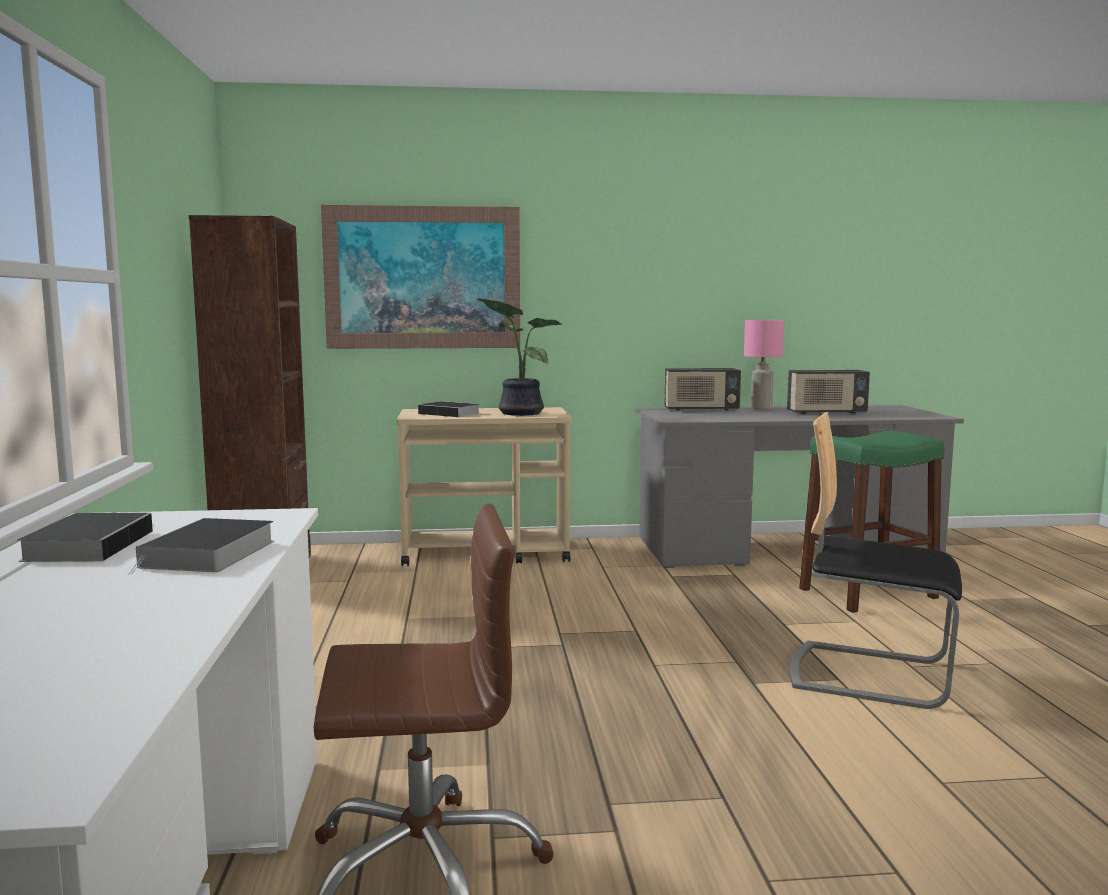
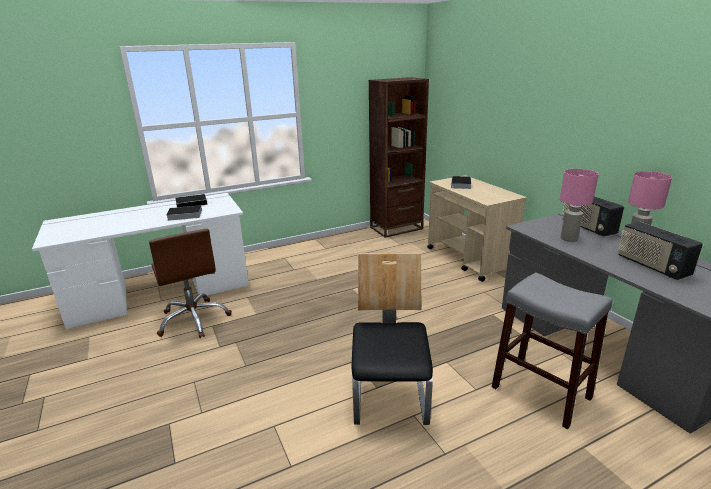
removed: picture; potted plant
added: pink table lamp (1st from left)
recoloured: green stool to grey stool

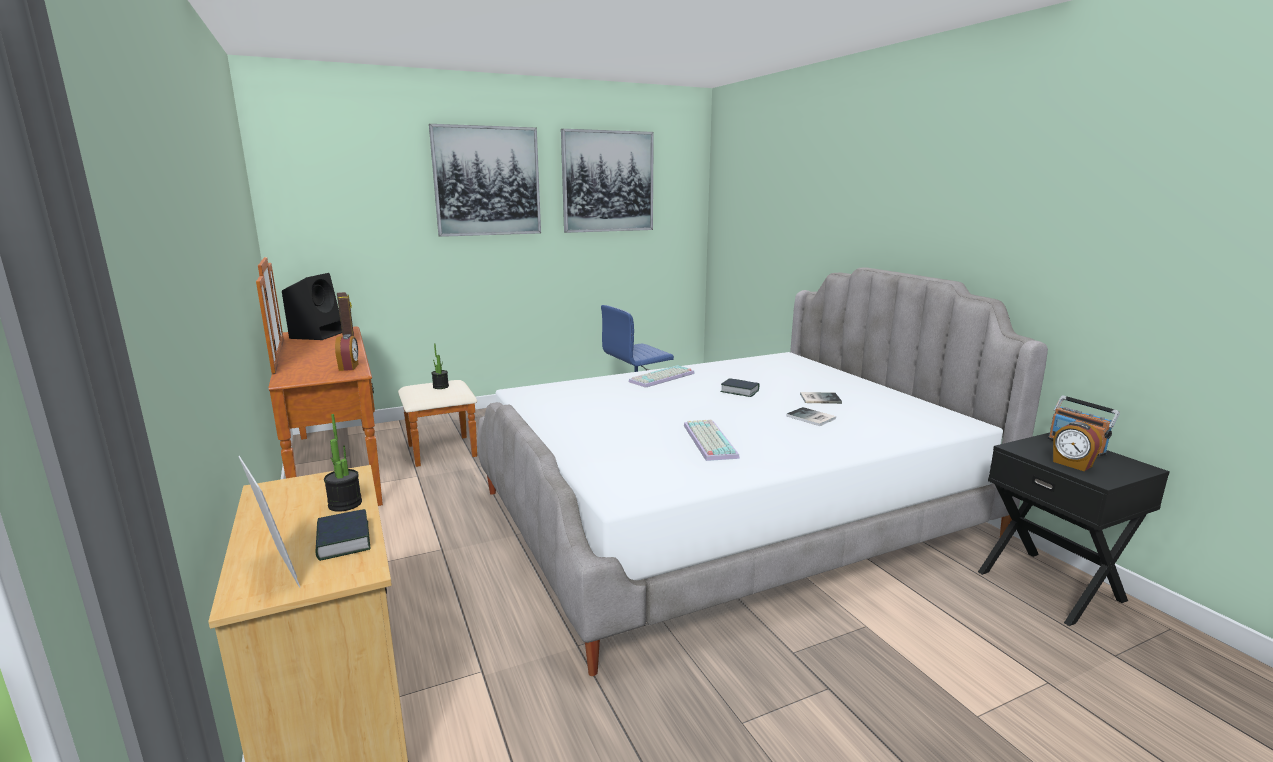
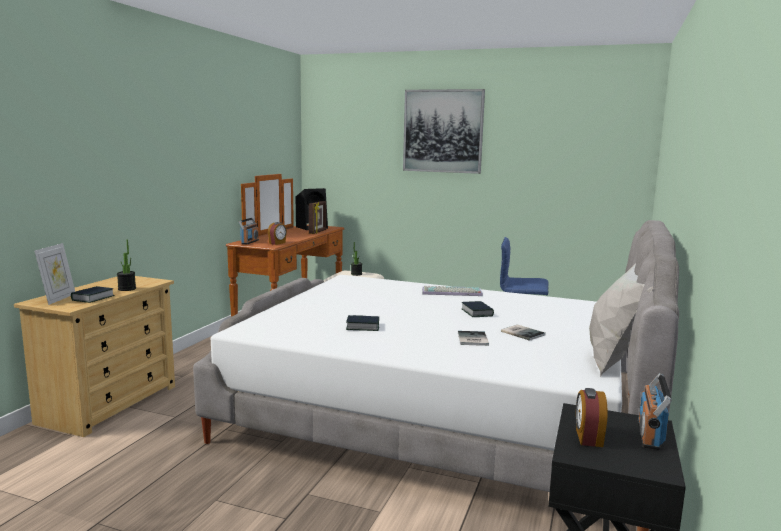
removed: picture (2nd from left)
added: radio (1st from left); white pillow
replaced: keyboard (2nd from left) to book (2nd from left)

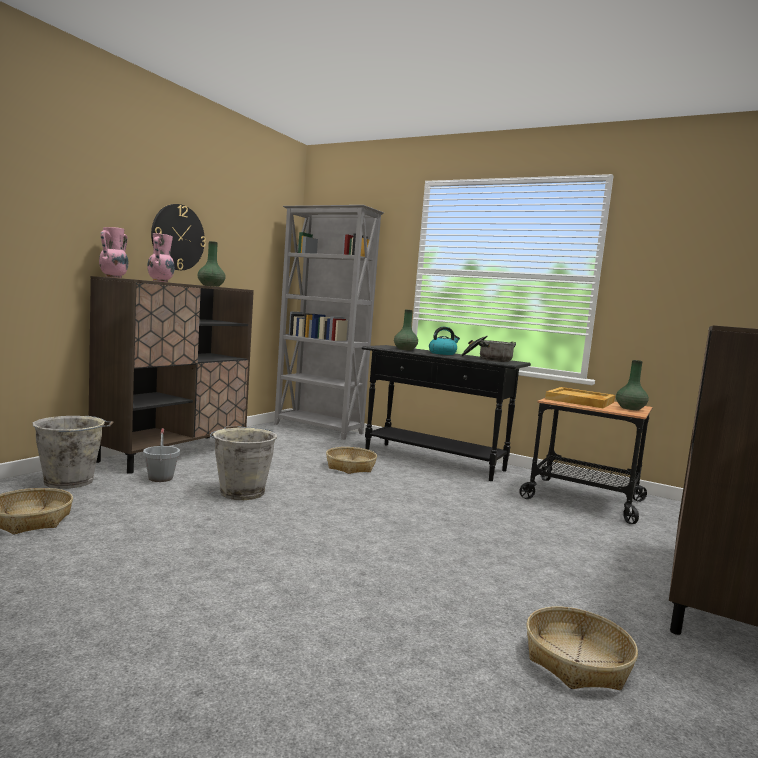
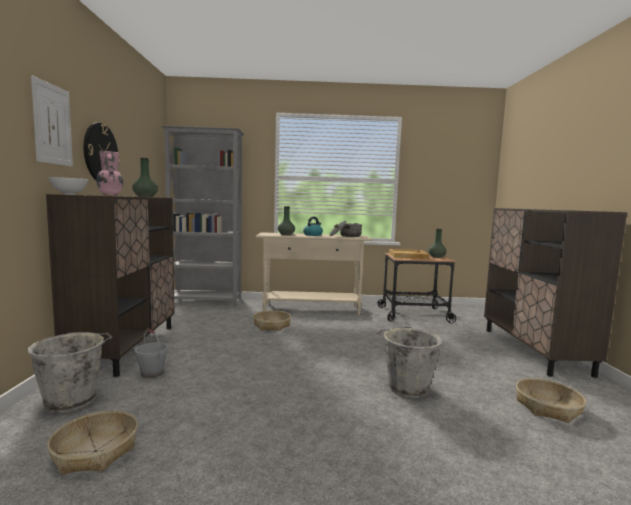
added: picture
moved: grey bucket (3rd from left)
replaced: pink vase (1st from left) to white bowl
recoloured: black console table to beige console table

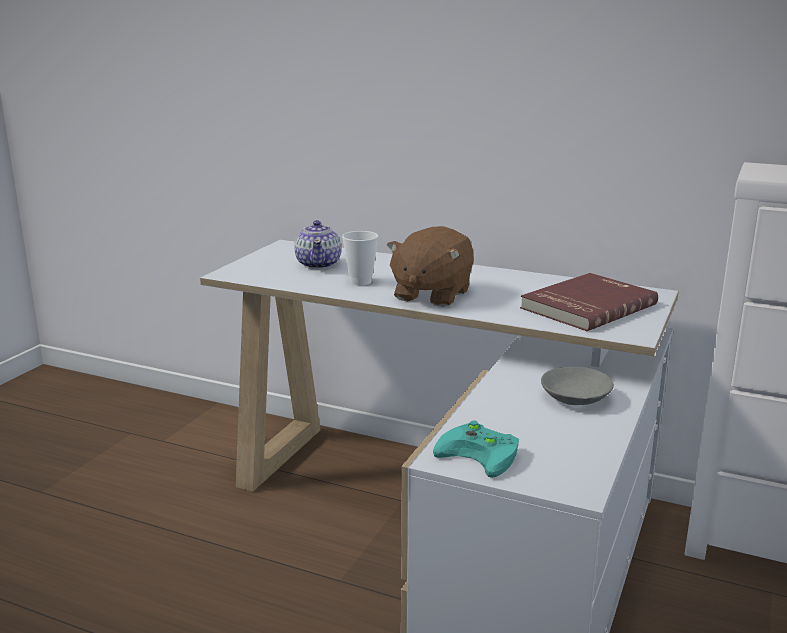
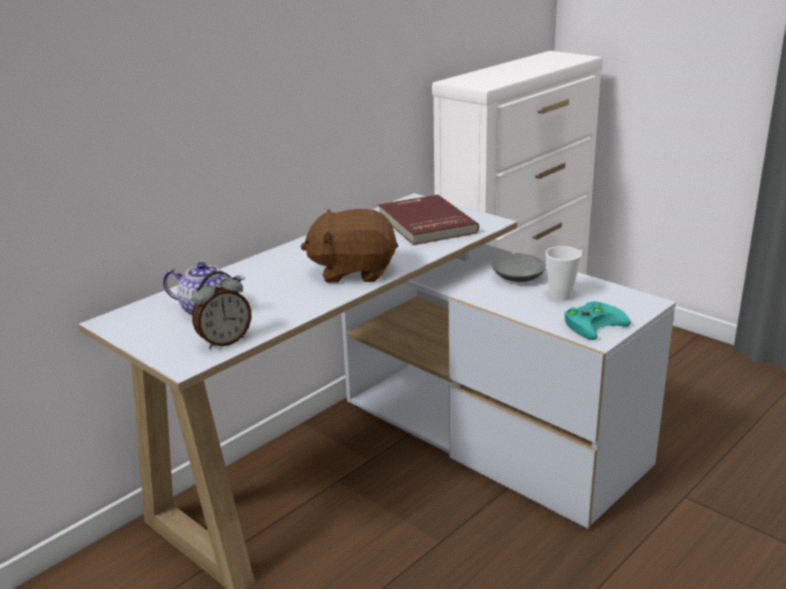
added: alarm clock
moved: cup
turned: brown plush toy 135 degrees clockwise

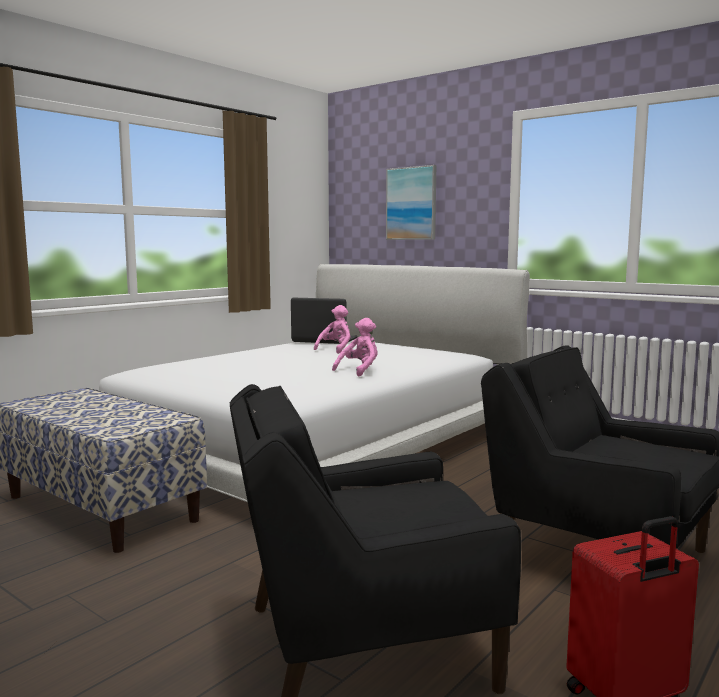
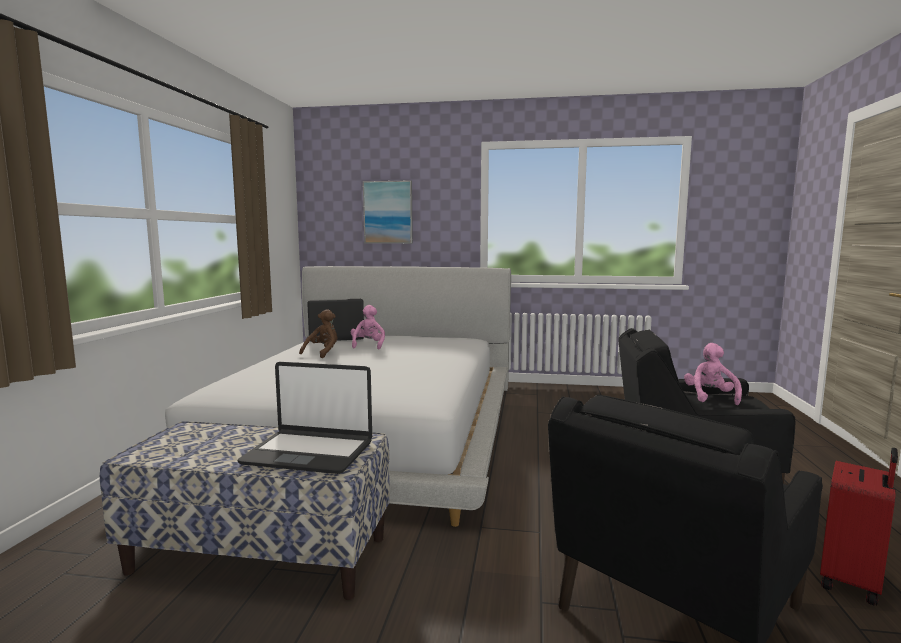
added: laptop (1st from left); brown plush toy
moved: pink plush toy (2nd from left)

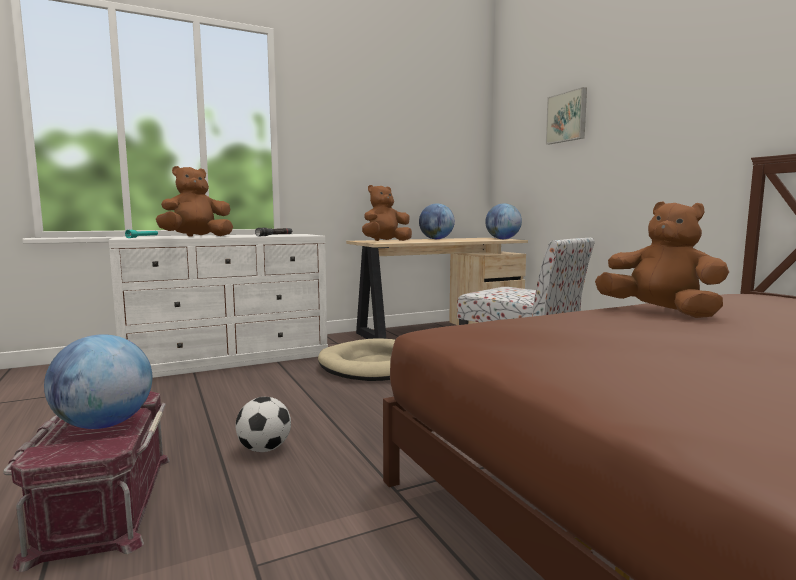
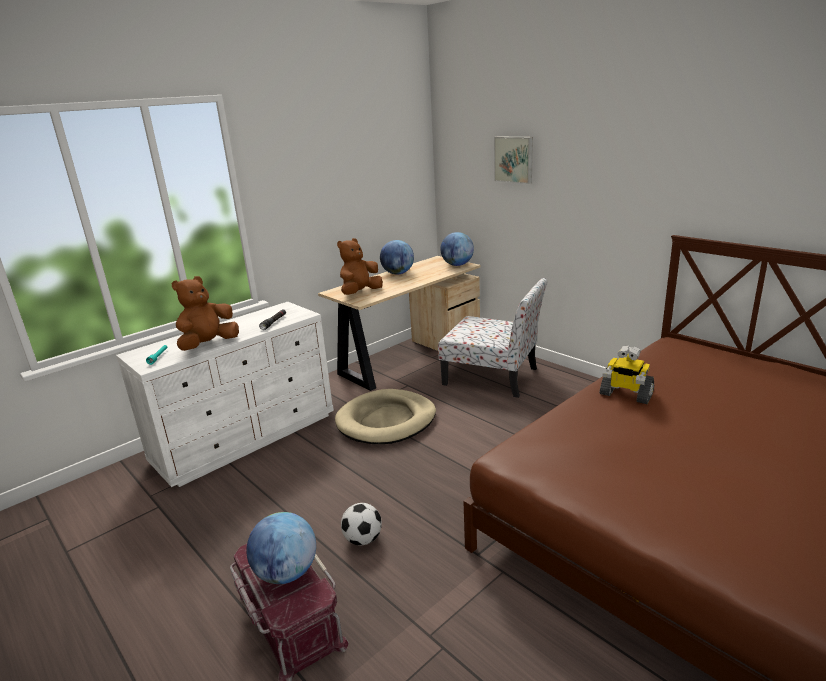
replaced: brown plush toy (3rd from left) to toy robot

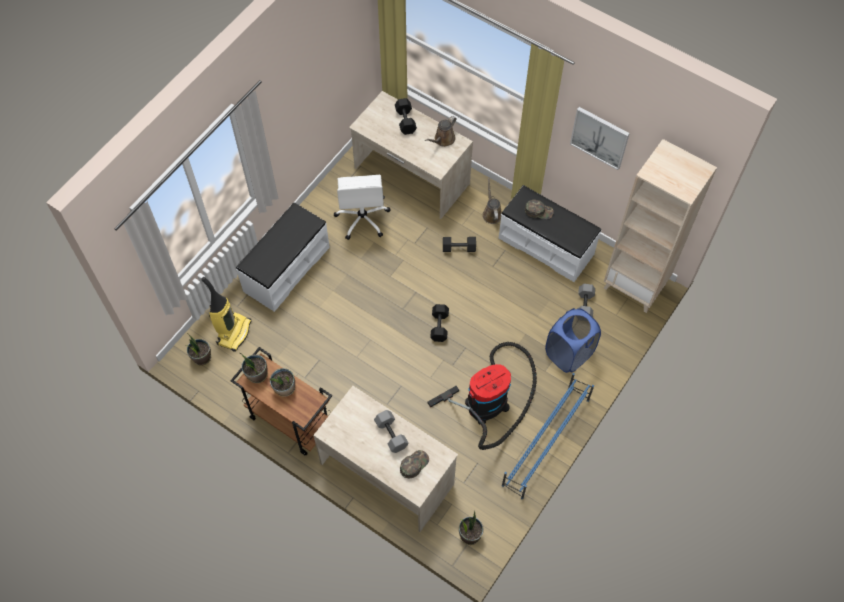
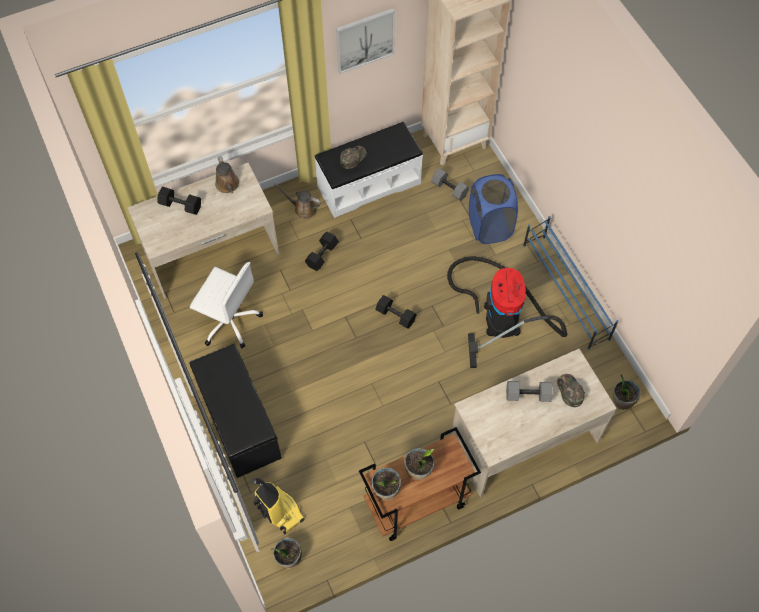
recoloured: white bench (1st from left) to black bench

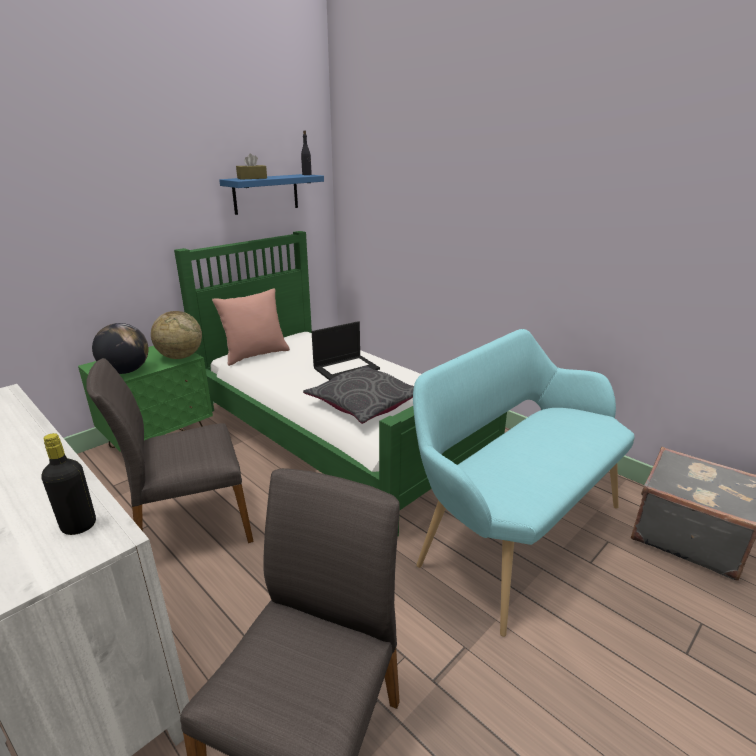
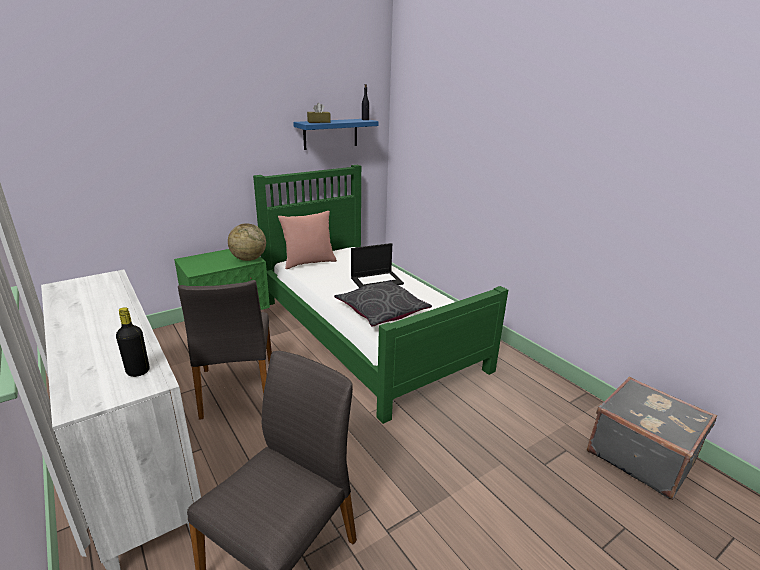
removed: globe (1st from left); turquoise bench
turned: grey chair (1st from left) 90 degrees counterclockwise

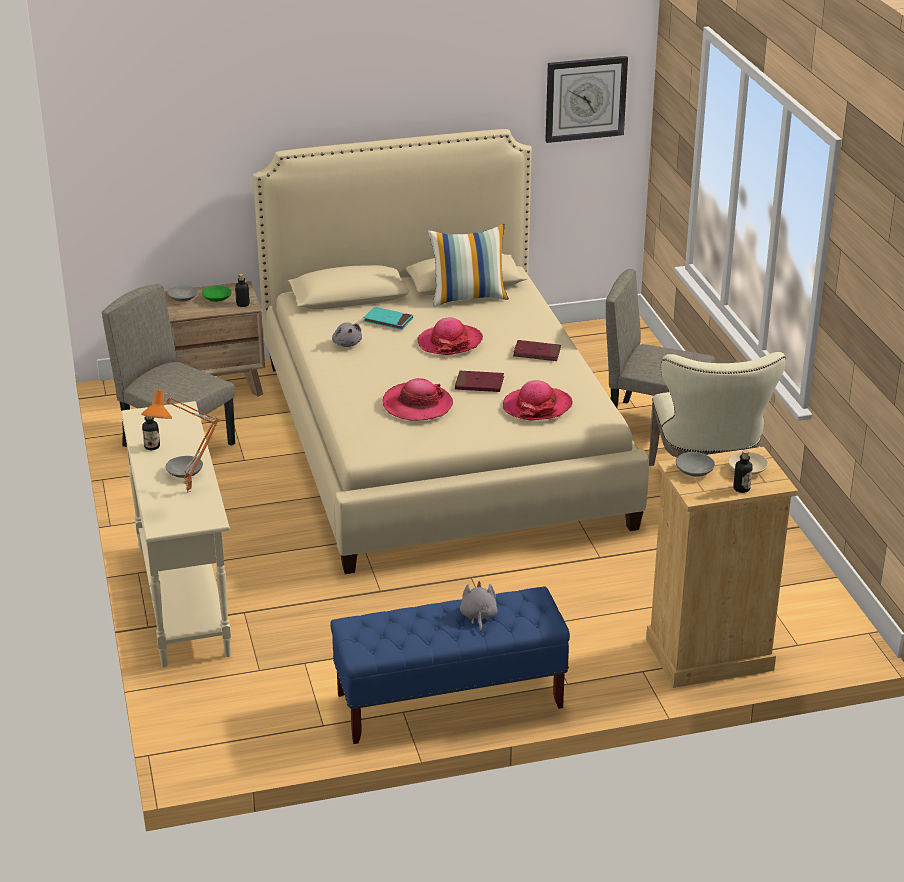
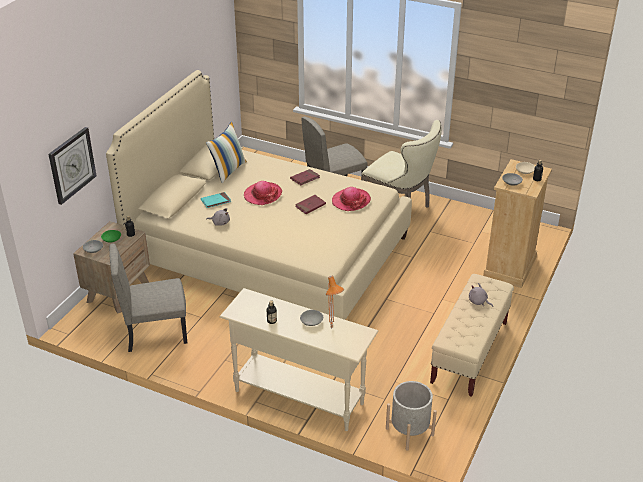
removed: hat (1st from left)
added: grey planter
moved: wall clock
recoloured: blue bench to beige bench

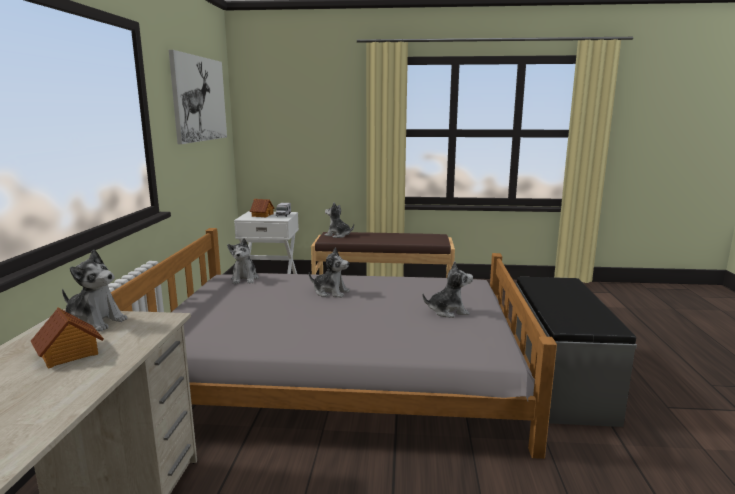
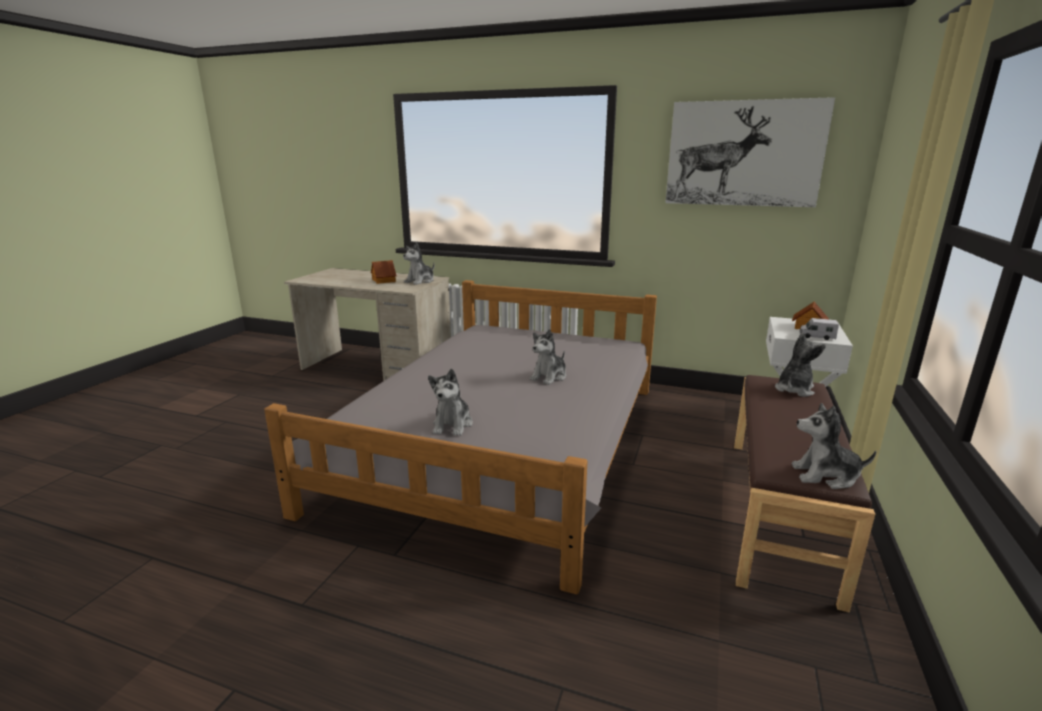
removed: grey bench
moved: plush toy (2nd from left in the first image) to plush toy (5th from left)

